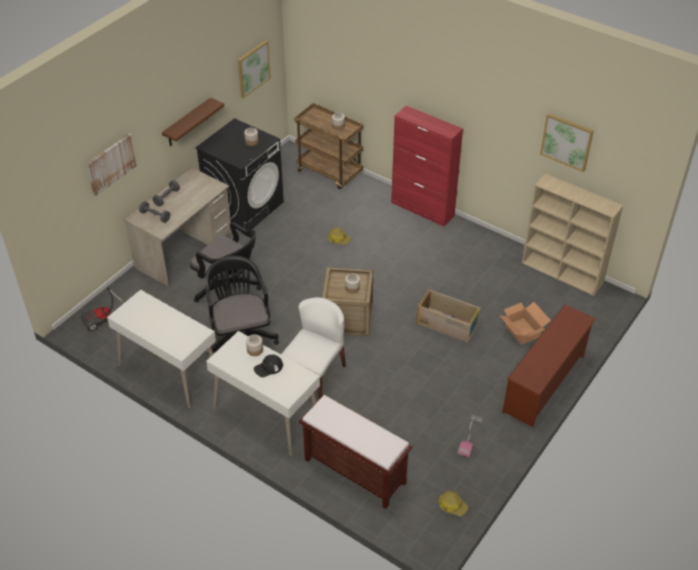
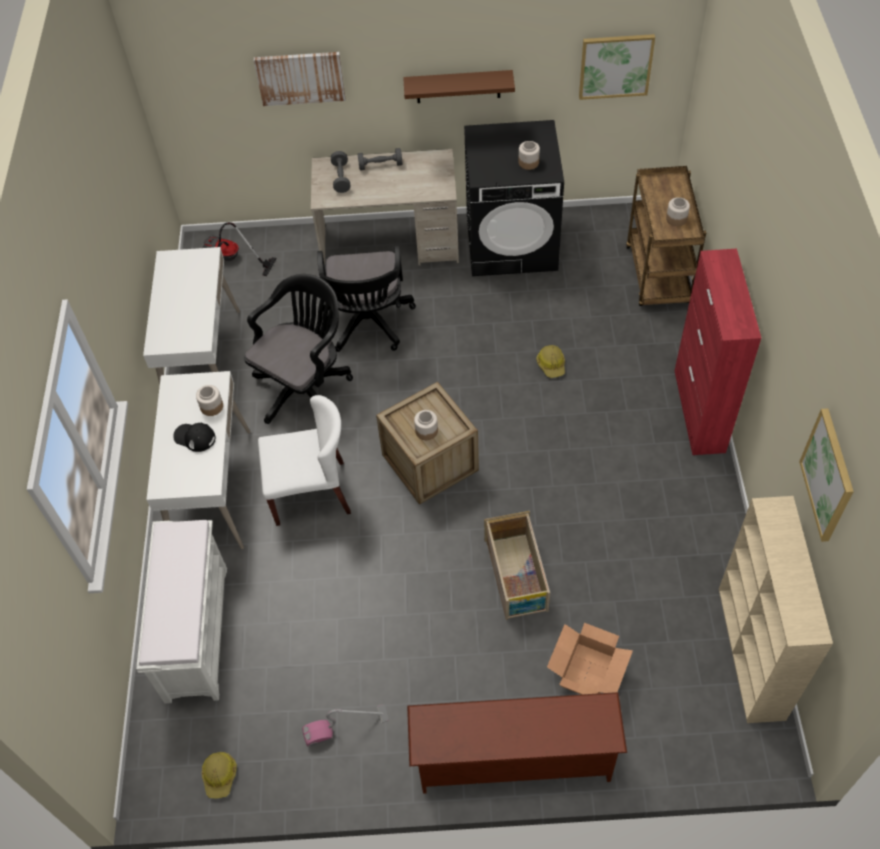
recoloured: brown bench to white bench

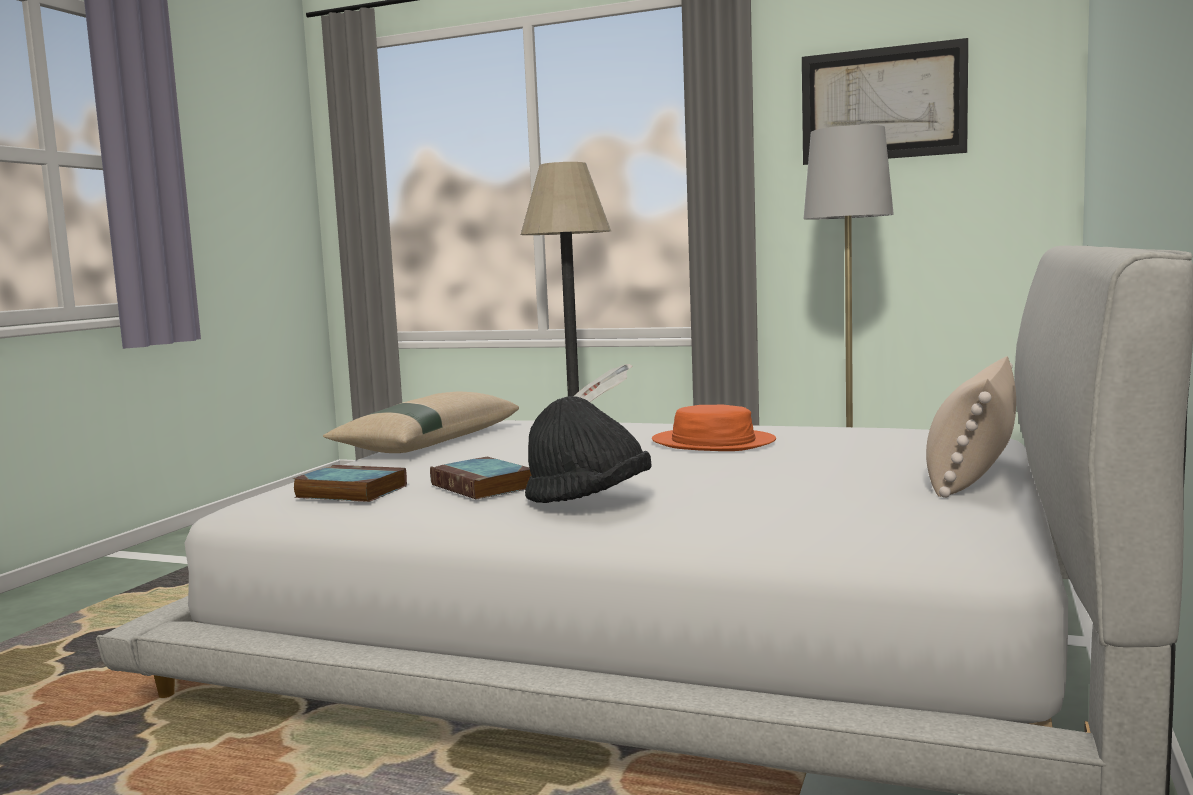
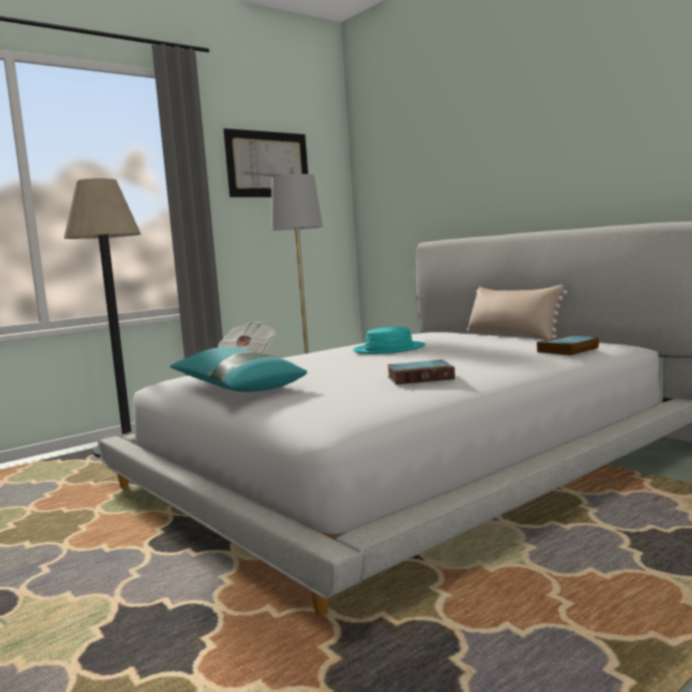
removed: black hat
moved: book (1st from left in the first image) to book (2nd from left)
recoloured: beige pillow (1st from left) to turquoise pillow; orange hat to turquoise hat

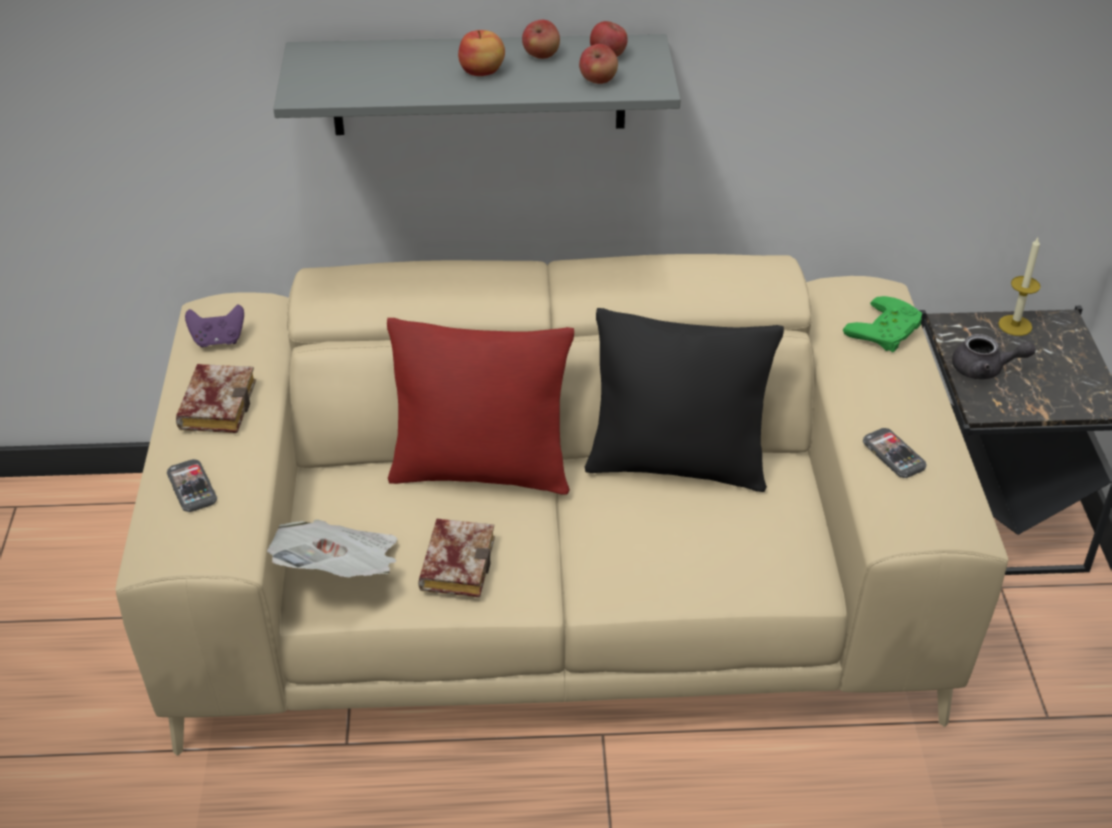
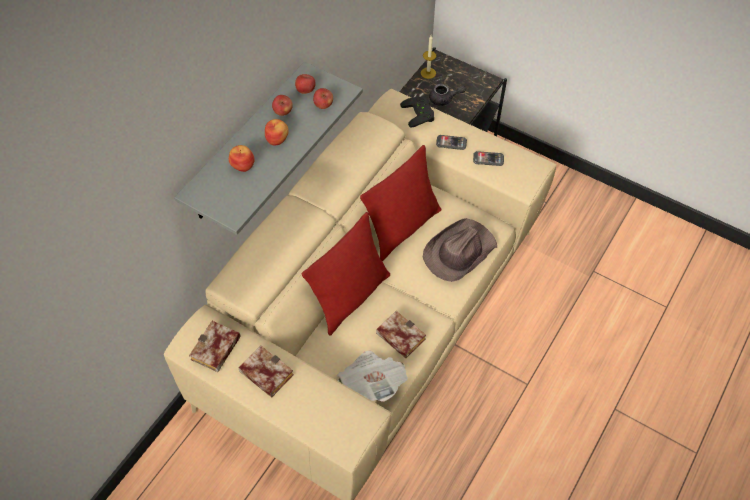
added: apple (1st from left); brown hat
moved: phone (1st from left)
replaced: purple game controller to book (1st from left)
recoloured: black pillow to red pillow (2nd from left); green game controller to black game controller
turned: grey teapot 45 degrees clockwise

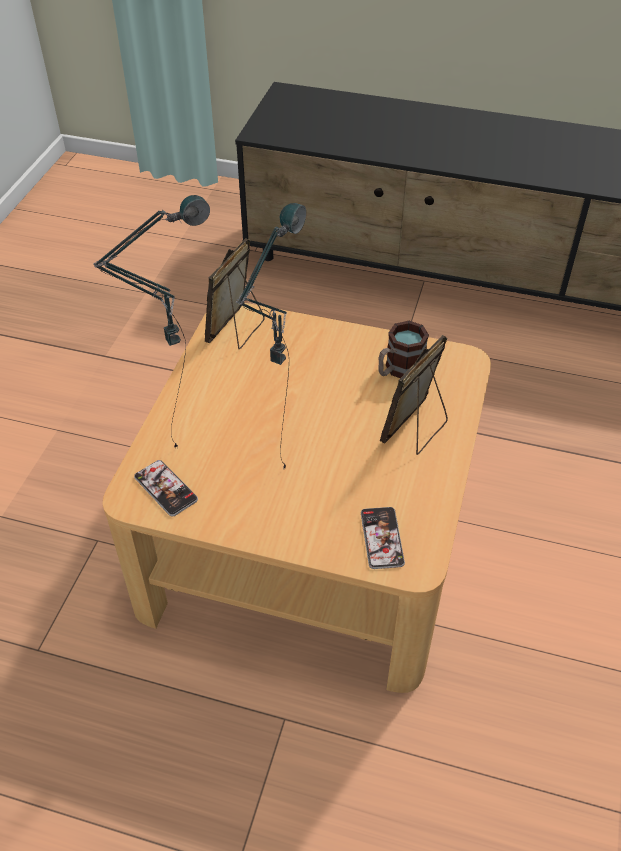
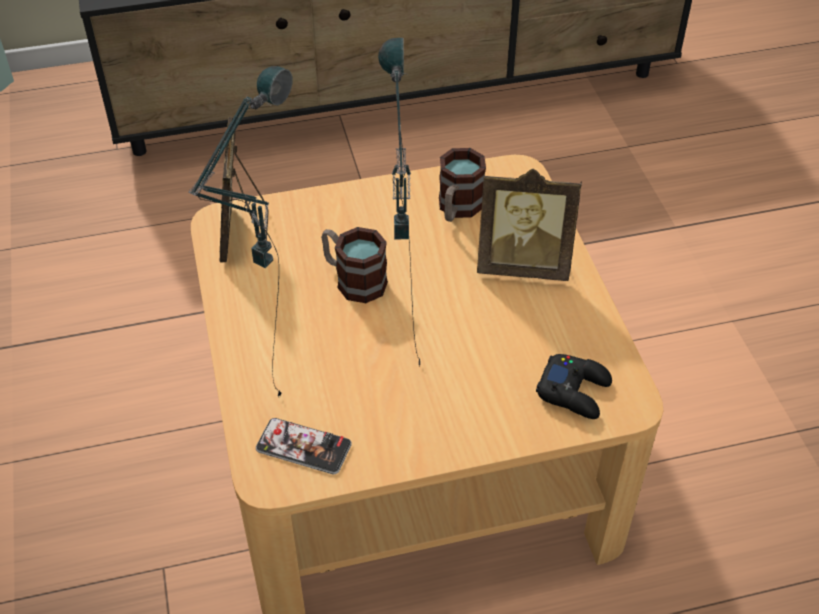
added: mug (1st from left)
replaced: phone (2nd from left) to black game controller
turned: picture frame (2nd from left) 90 degrees counterclockwise

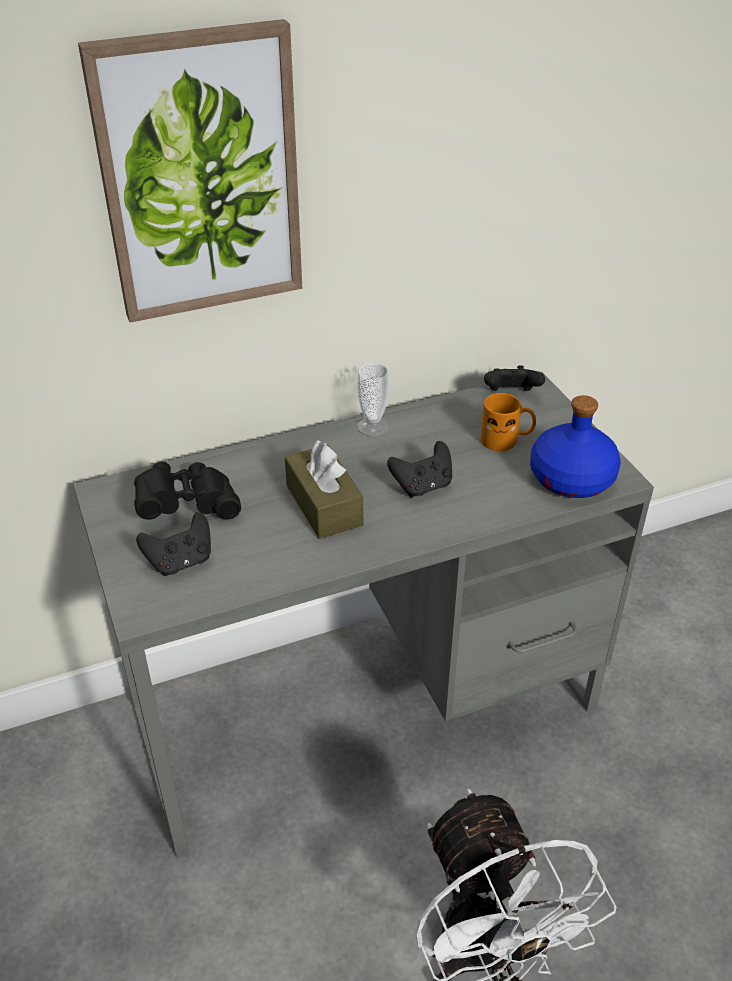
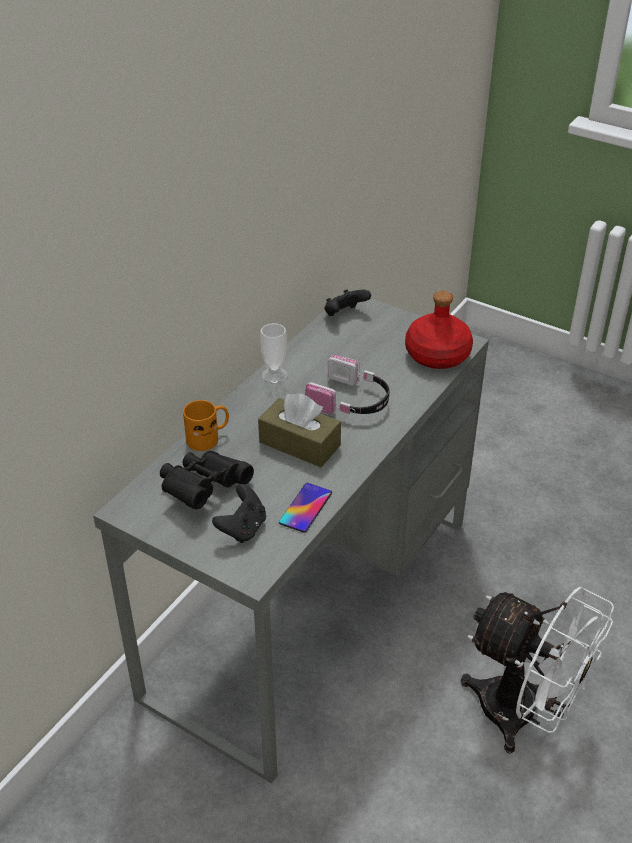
removed: picture
added: phone
moved: orange mug
replaced: black game controller (2nd from left) to headphones
recoloured: blue bottle to red bottle

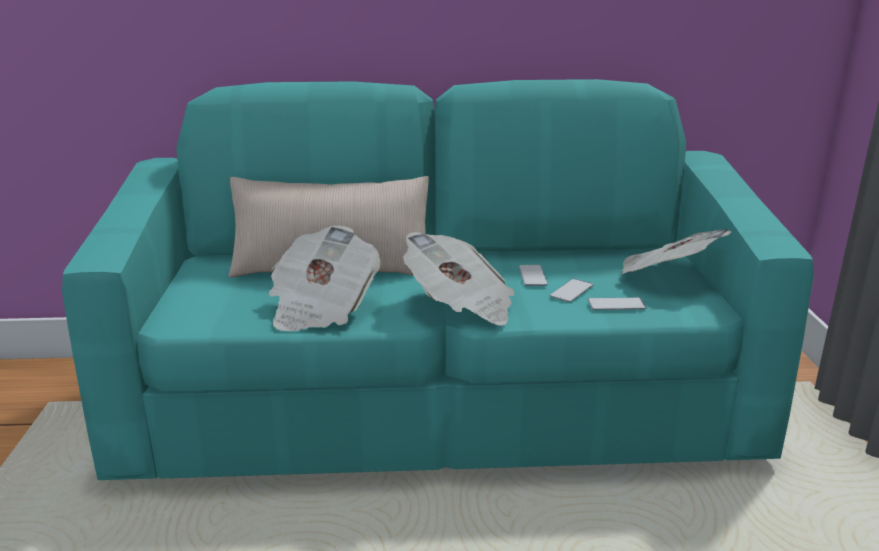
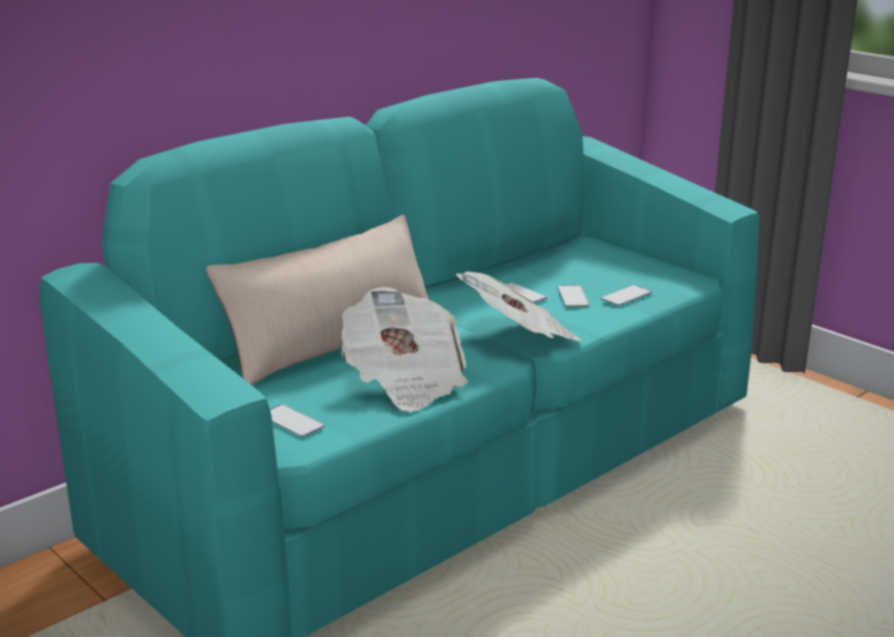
removed: newspaper (3rd from left)
added: phone (1st from left)

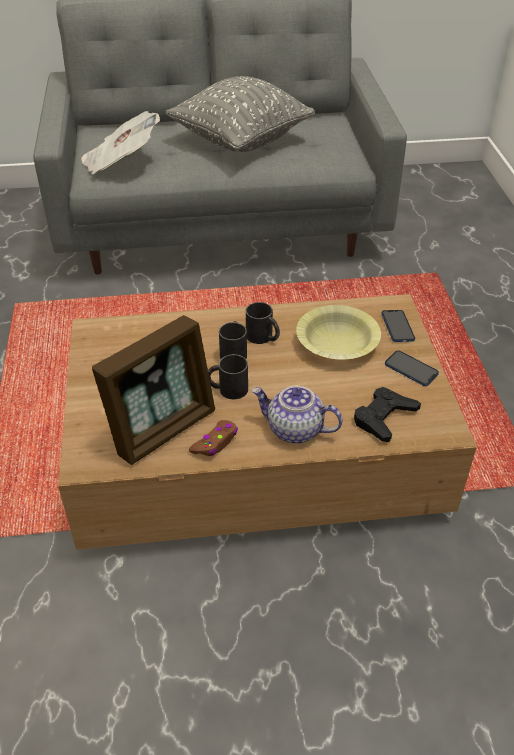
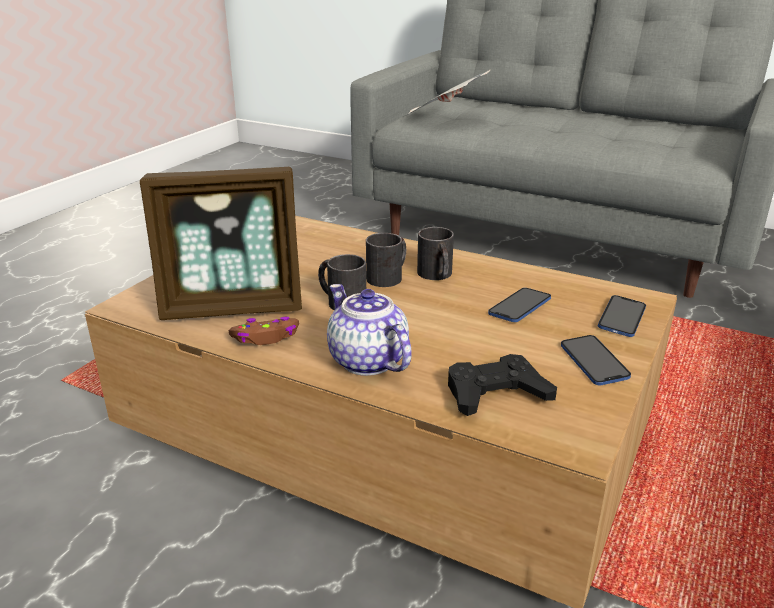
removed: grey pillow
replaced: yellow bowl to phone (1st from left)

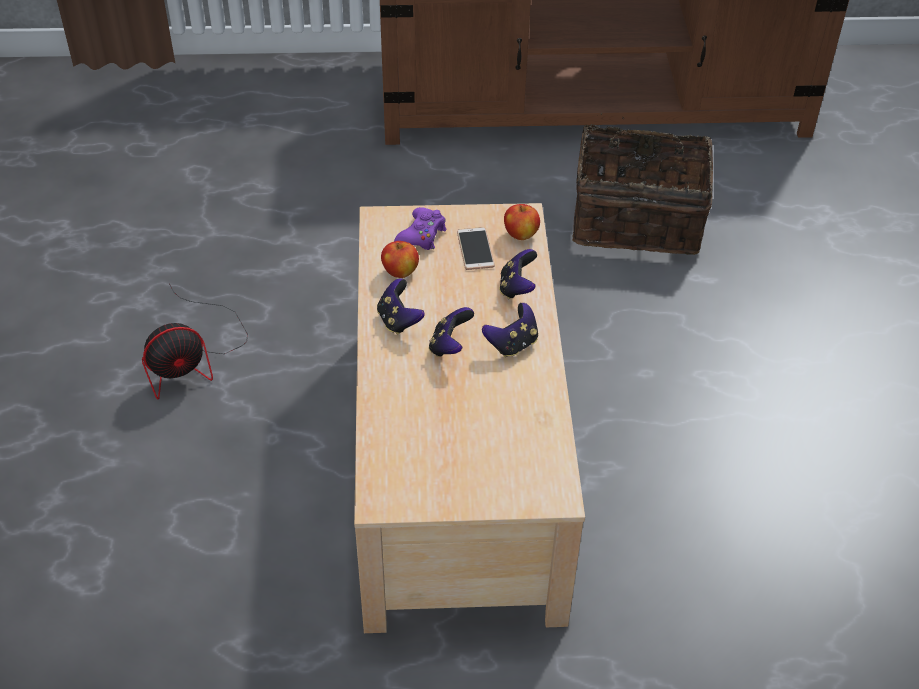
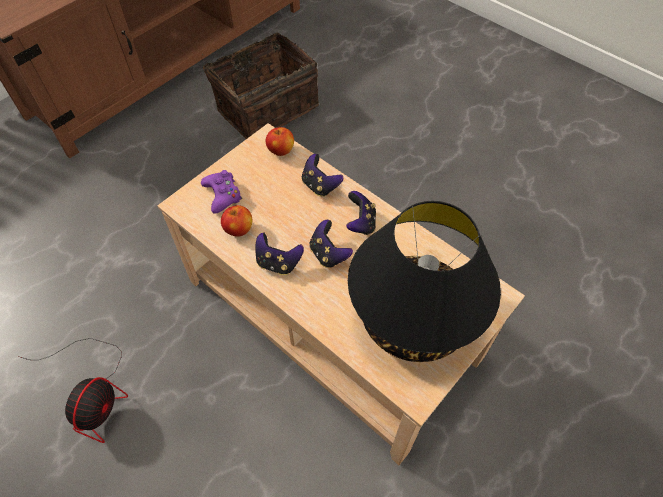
removed: phone
added: black table lamp

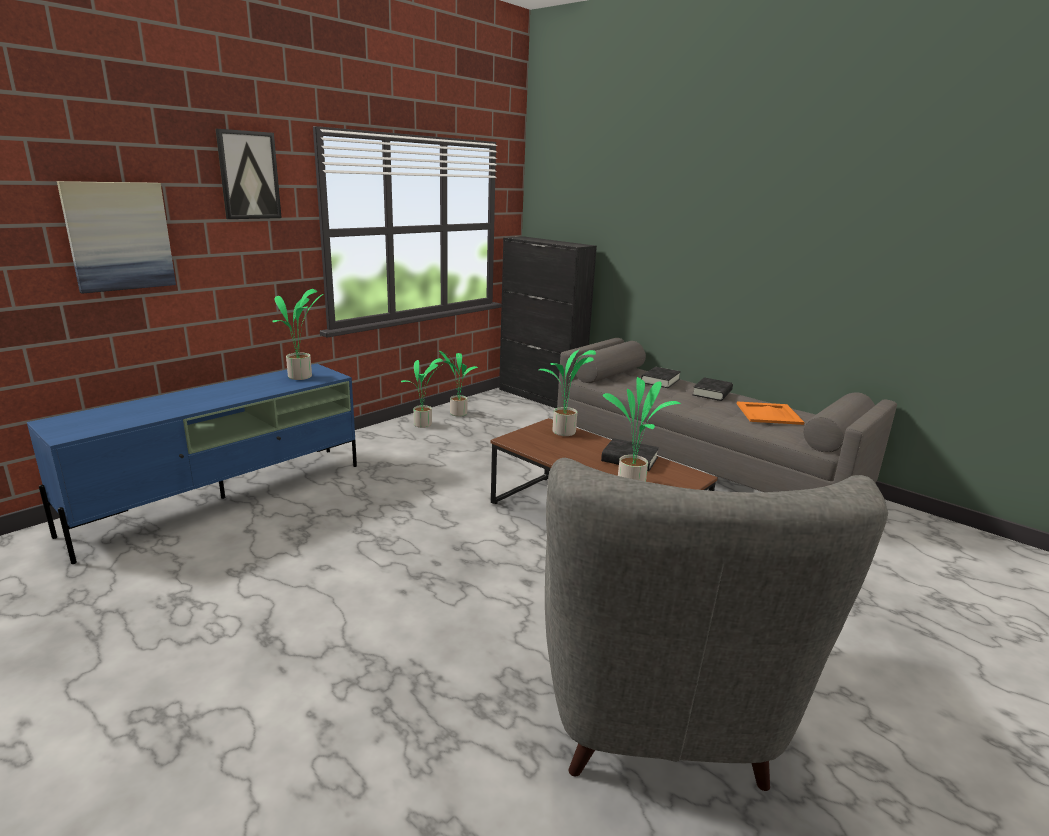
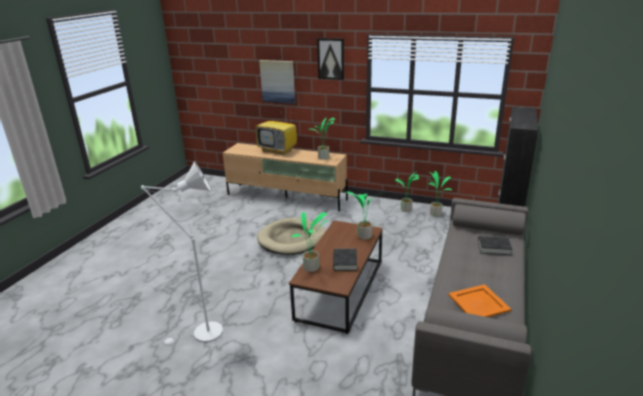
removed: black book (3rd from left)
added: television; beige dog bed
replaced: grey armchair to white floor lamp
recoloured: blue tv stand to beige tv stand

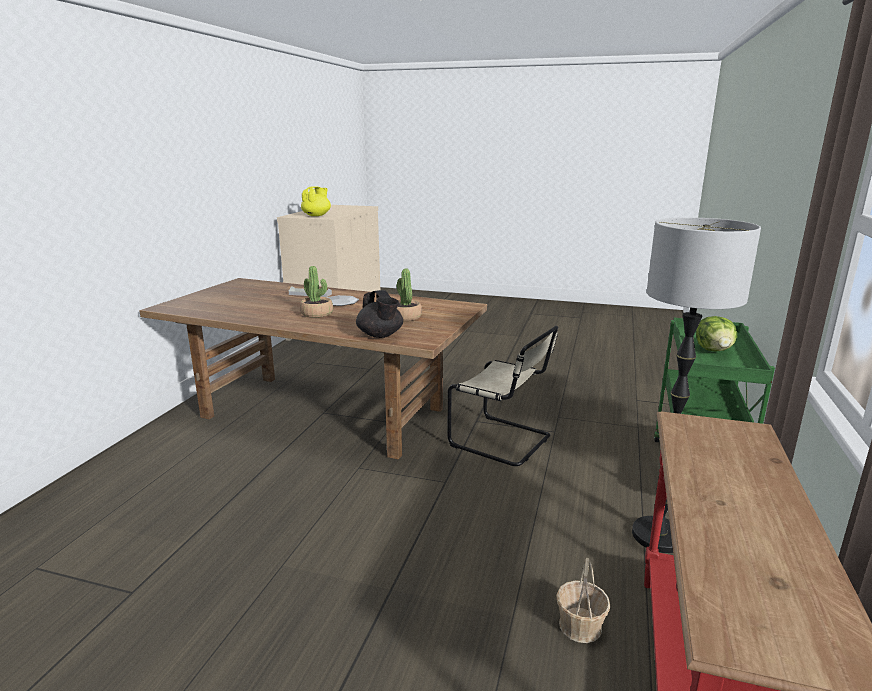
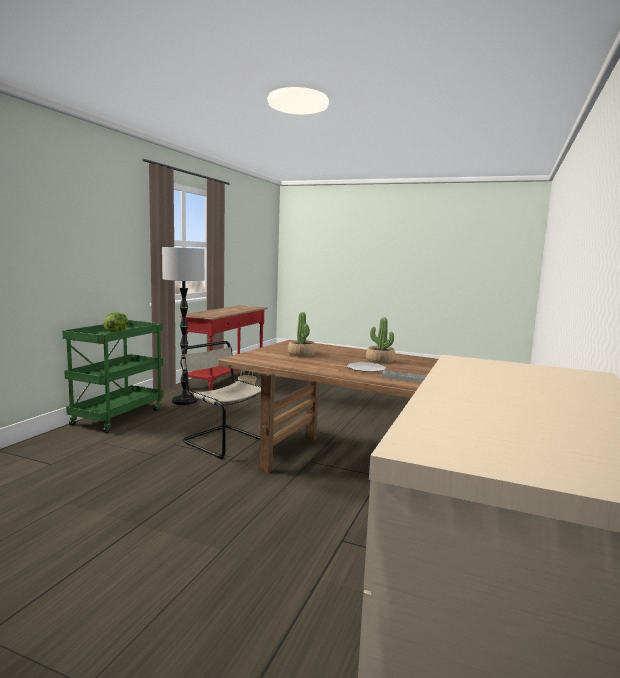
removed: yellow teapot; black teapot

